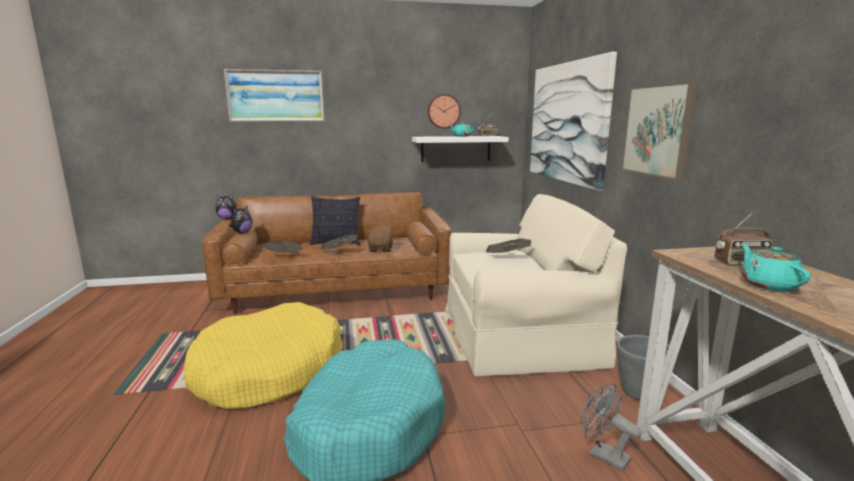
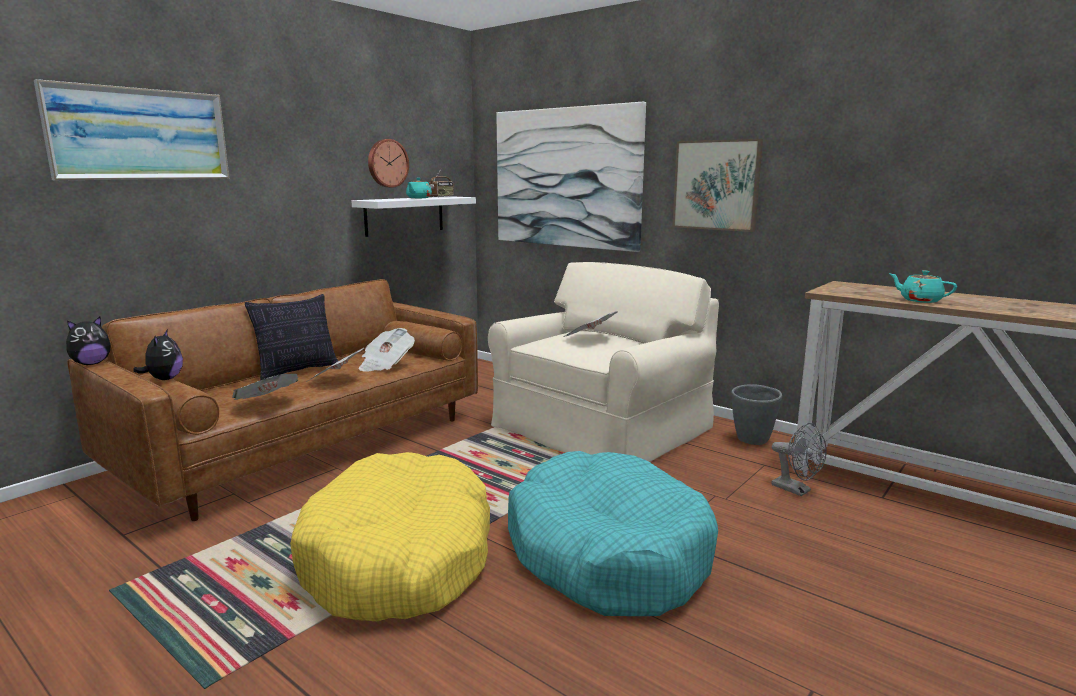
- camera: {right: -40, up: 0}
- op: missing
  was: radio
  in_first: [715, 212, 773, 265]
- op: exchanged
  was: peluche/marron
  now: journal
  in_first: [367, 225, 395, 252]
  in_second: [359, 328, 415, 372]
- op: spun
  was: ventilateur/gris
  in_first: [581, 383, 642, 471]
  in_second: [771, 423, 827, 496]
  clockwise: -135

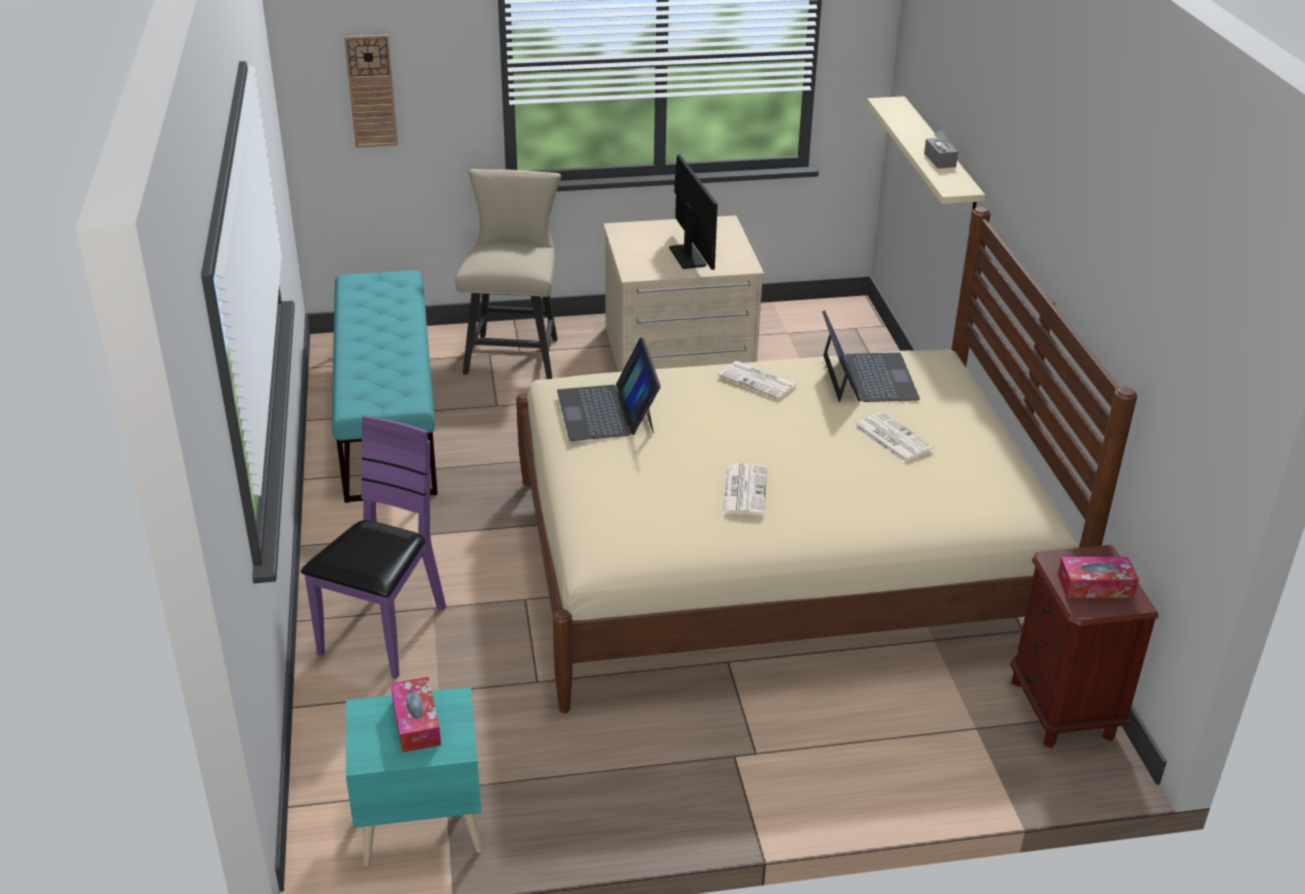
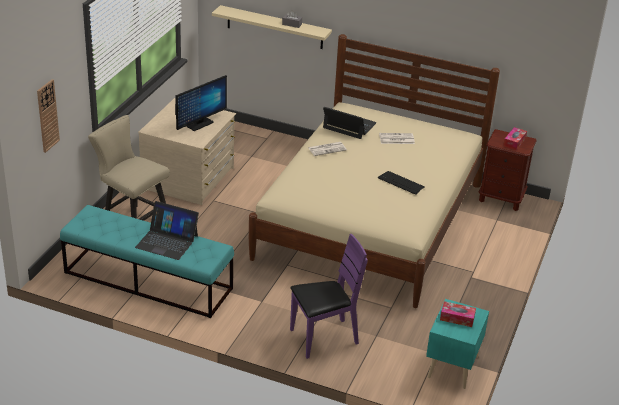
- camera: {right: -60, up: 0}
- op: relocated
  was: ordinateur portable
  in_first: [557, 337, 661, 441]
  in_second: [135, 201, 199, 260]
- op: exchanged
  was: journal
  now: clavier
  in_first: [722, 463, 767, 516]
  in_second: [378, 171, 425, 194]
- op: spun
  was: chaise/violet
  in_first: [301, 416, 446, 679]
  in_second: [290, 234, 368, 359]
  clockwise: 105
- op: spun
  was: écran d'ordinateur
  in_first: [669, 154, 718, 270]
  in_second: [175, 75, 227, 131]
  clockwise: 120

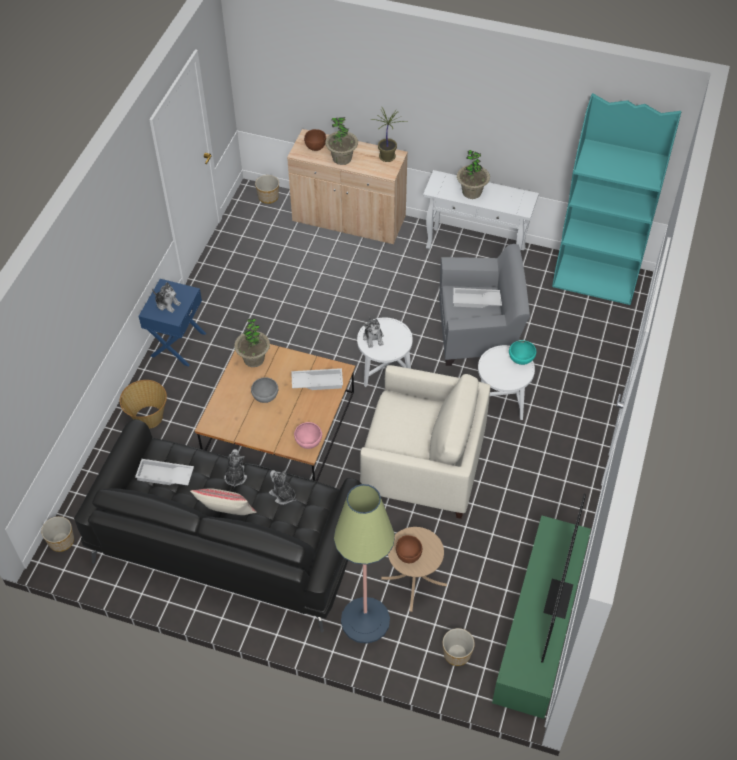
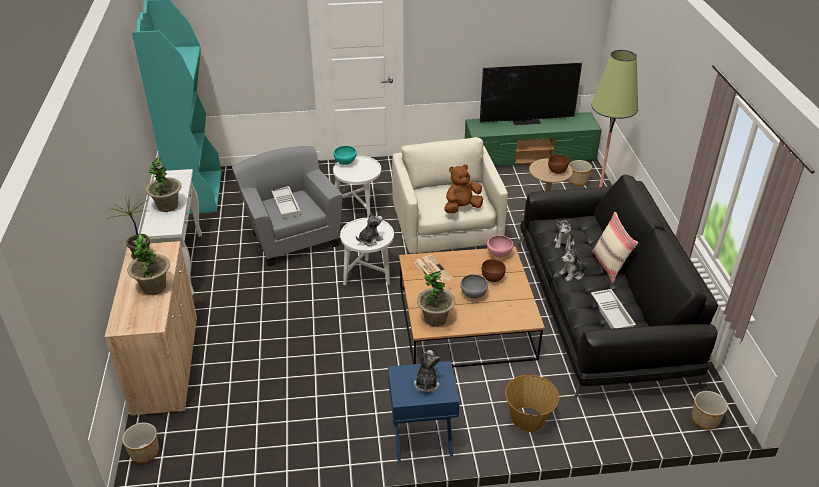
- camera: {right: -115, up: -15}
- op: appeared
  now: peluche/marron
  in_second: [445, 164, 483, 213]
- op: relocated
  was: bol/marron
  in_first: [304, 129, 326, 151]
  in_second: [482, 259, 506, 282]
- op: exchanged
  was: plateau/blanc
  now: journal
  in_first: [291, 368, 343, 390]
  in_second: [414, 255, 453, 283]

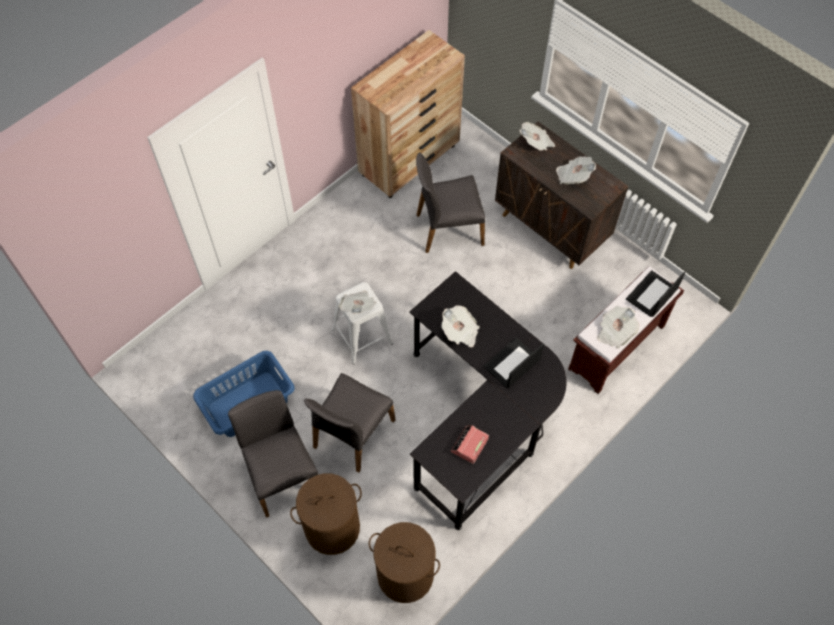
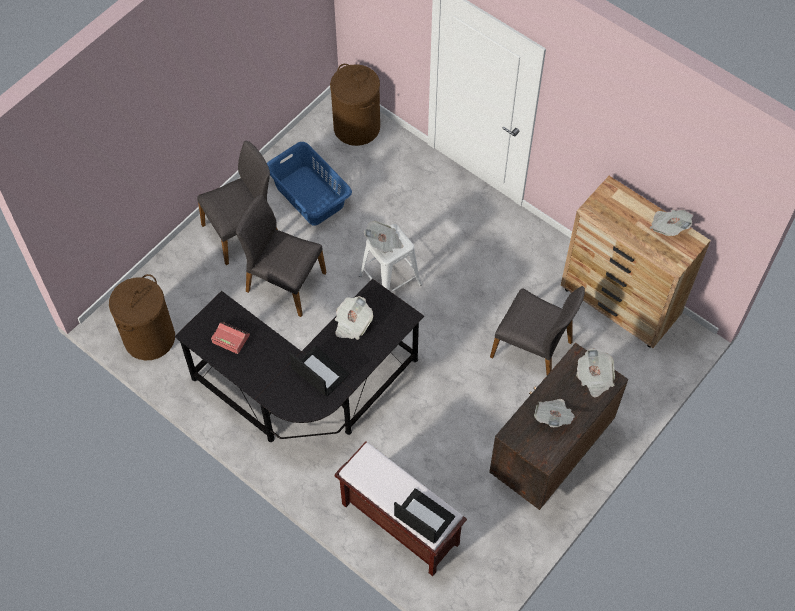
- camera: {right: 85, up: 0}
- op: relocated
  was: panier à linge/marron
  in_first: [290, 474, 362, 555]
  in_second: [330, 64, 380, 146]
- op: relocated
  was: journal
  in_first: [597, 306, 639, 349]
  in_second: [650, 210, 693, 236]
- op: spun
  was: chaise/gris
  in_first: [416, 152, 485, 253]
  in_second: [490, 286, 585, 375]
  clockwise: 135

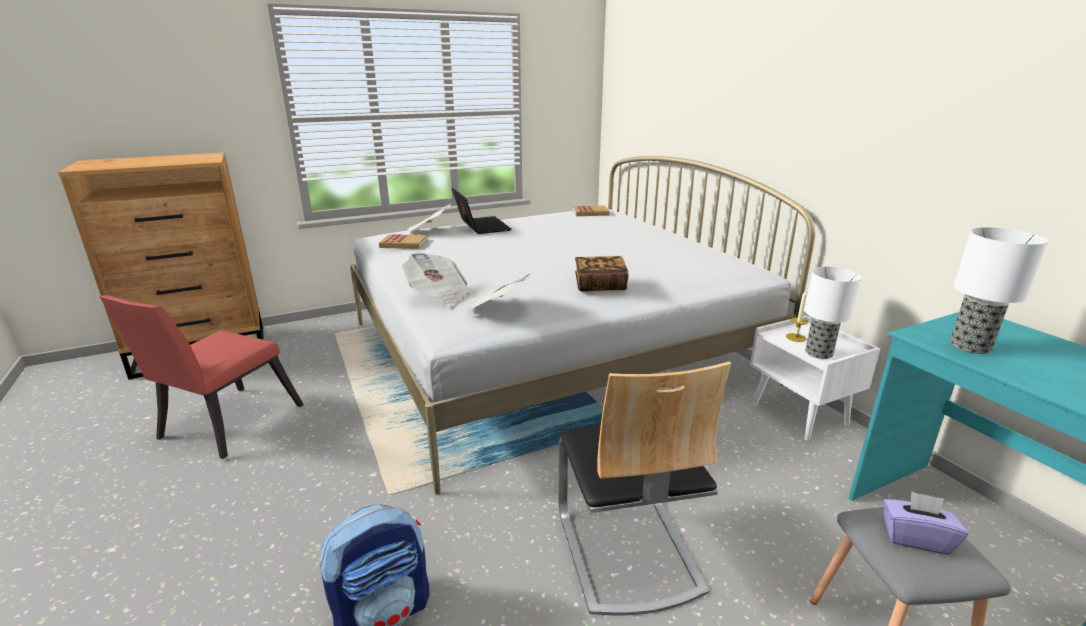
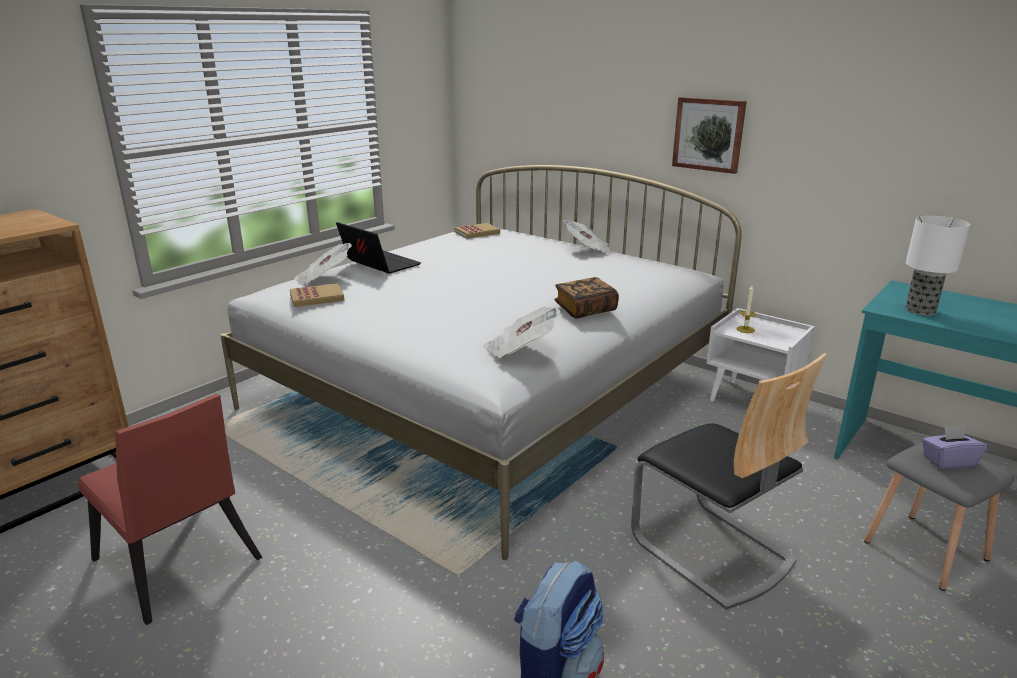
- camera: {right: -25, up: 0}
- op: missing
  was: lampe de table
  in_first: [804, 267, 862, 359]
- op: appeared
  now: tableau
  in_second: [672, 97, 747, 174]
- op: relocated
  was: journal
  in_first: [402, 252, 471, 306]
  in_second: [563, 220, 612, 254]
- op: spun
  was: chaise/rouge
  in_first: [100, 295, 304, 459]
  in_second: [78, 394, 262, 625]
  clockwise: -45

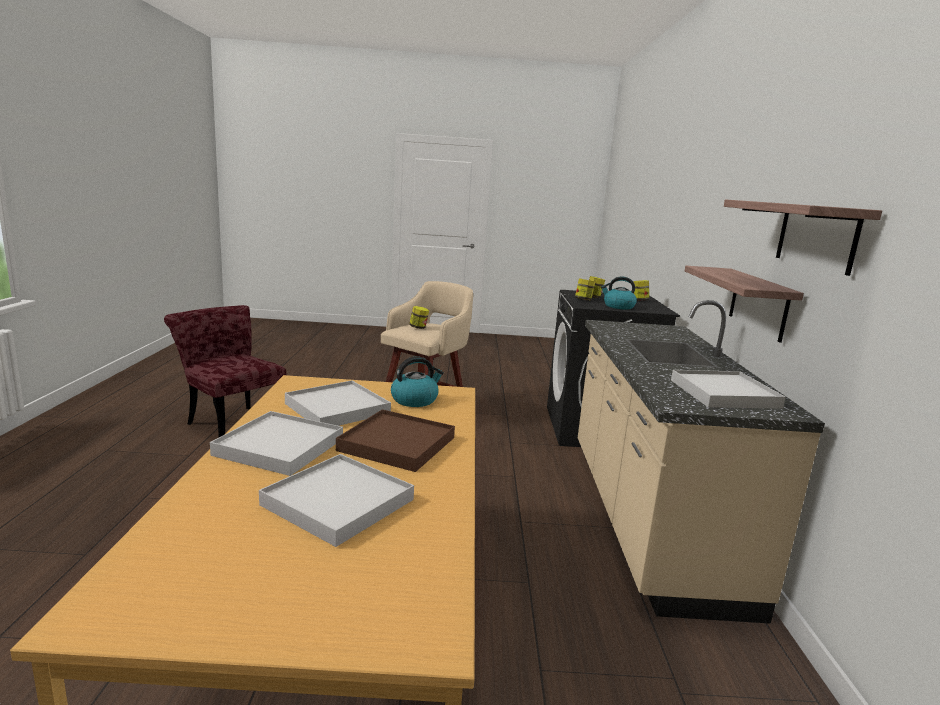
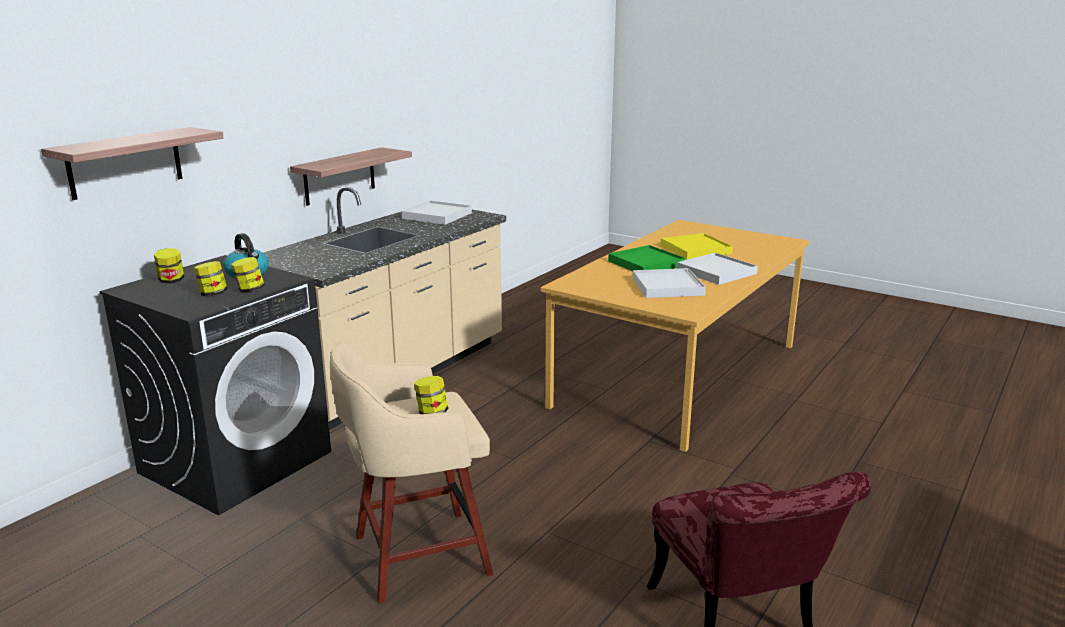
- camera: {right: -145, up: 5}
- op: missing
  was: bouilloire
  in_first: [391, 357, 444, 407]
- op: relocated
  was: étagère
  in_first: [724, 199, 882, 276]
  in_second: [41, 127, 224, 200]
- op: colour
  was: plateau/blanc
  now: plateau/jaune
  in_first: [259, 454, 414, 547]
  in_second: [660, 233, 733, 260]
- op: colour
  was: plateau/marron
  now: plateau/vert
  in_first: [336, 409, 455, 472]
  in_second: [608, 245, 685, 271]

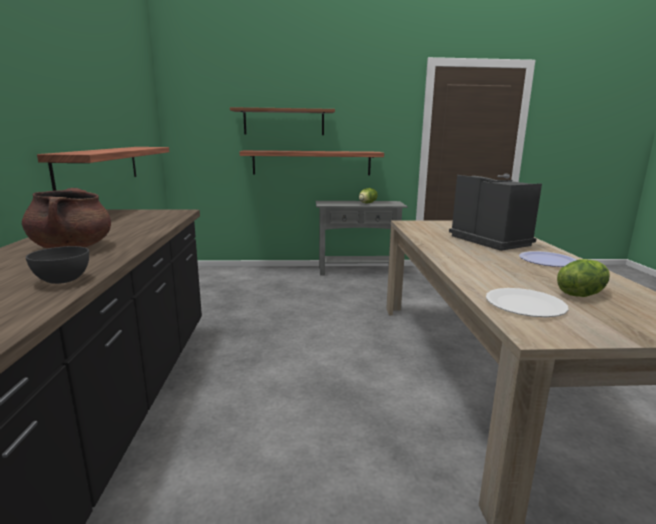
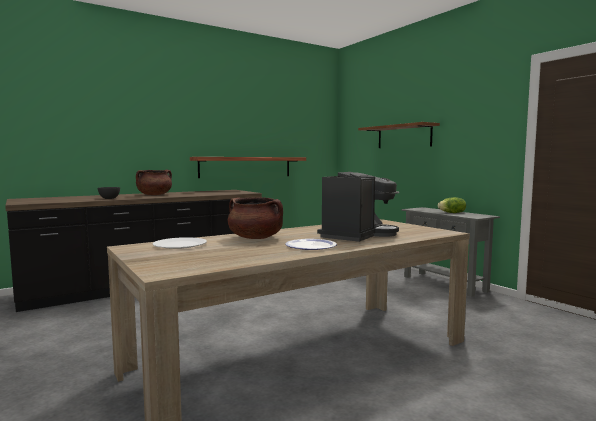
- camera: {right: 60, up: -10}
- op: missing
  was: étagère
  in_first: [240, 150, 384, 175]
- op: missing
  was: laitue
  in_first: [557, 259, 610, 297]
- op: appeared
  now: marmite/marron
  in_second: [228, 197, 283, 239]

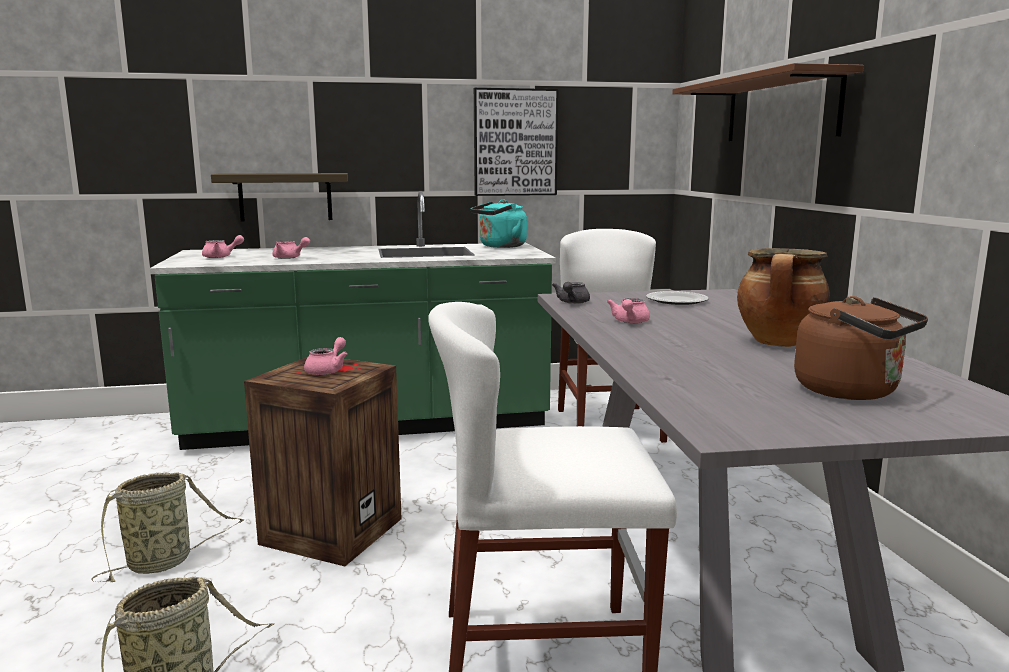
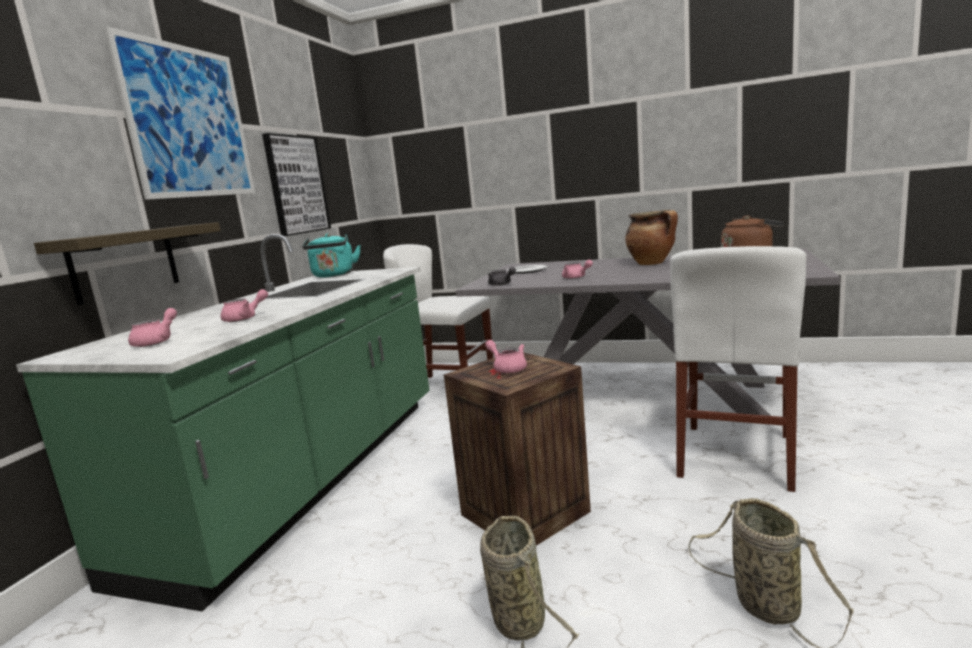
- camera: {right: -60, up: 0}
- op: missing
  was: étagère/marron
  in_first: [672, 63, 864, 141]
- op: appeared
  now: tableau
  in_second: [104, 26, 255, 200]

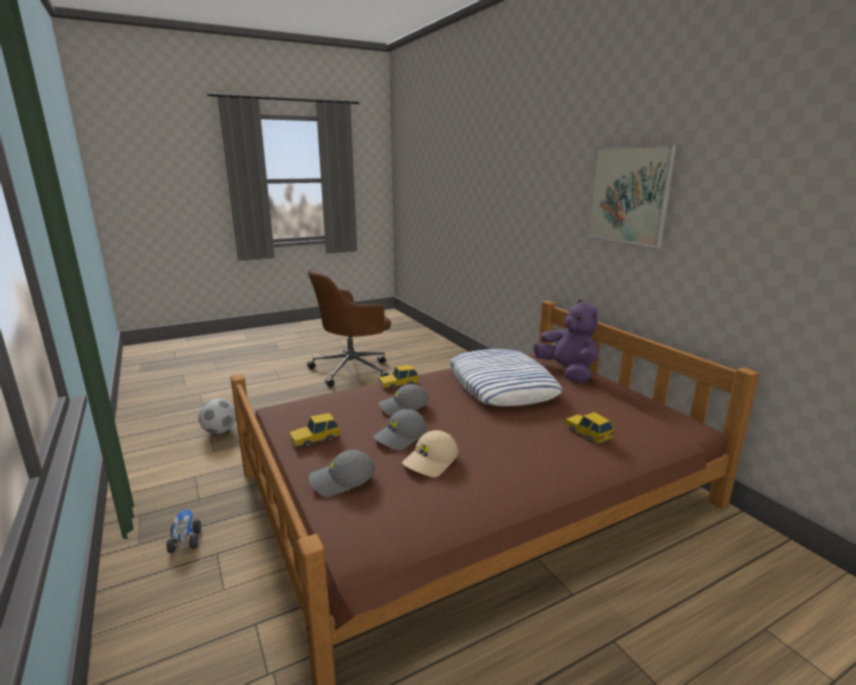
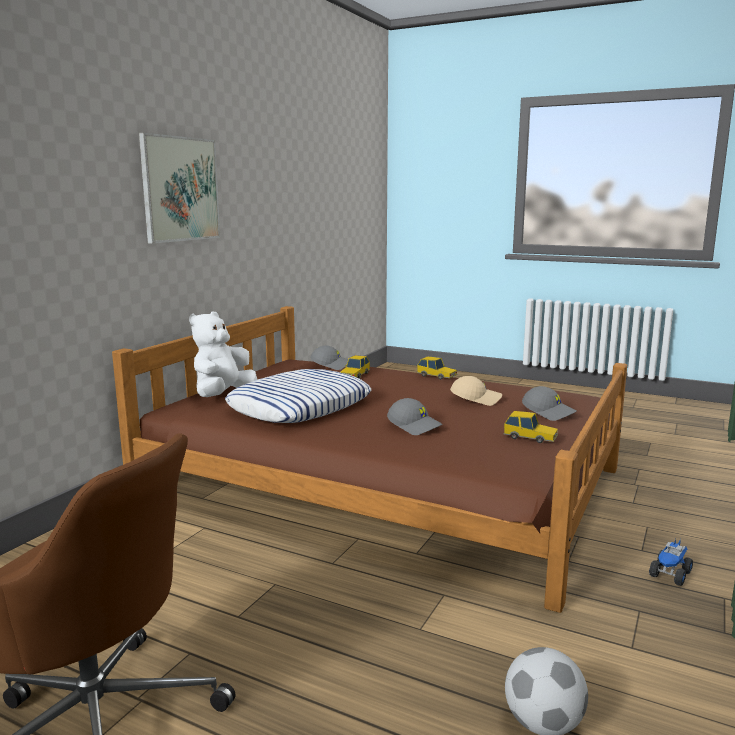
- camera: {right: -125, up: -5}
- op: relocated
  was: casquette/gris
  in_first: [373, 409, 427, 450]
  in_second: [310, 346, 348, 370]
- op: relocated
  was: petite voiture
  in_first: [379, 365, 419, 389]
  in_second: [417, 357, 458, 379]
- op: colour
  was: peluche/violet
  now: peluche/blanc
  in_first: [533, 299, 599, 383]
  in_second: [189, 312, 258, 397]

